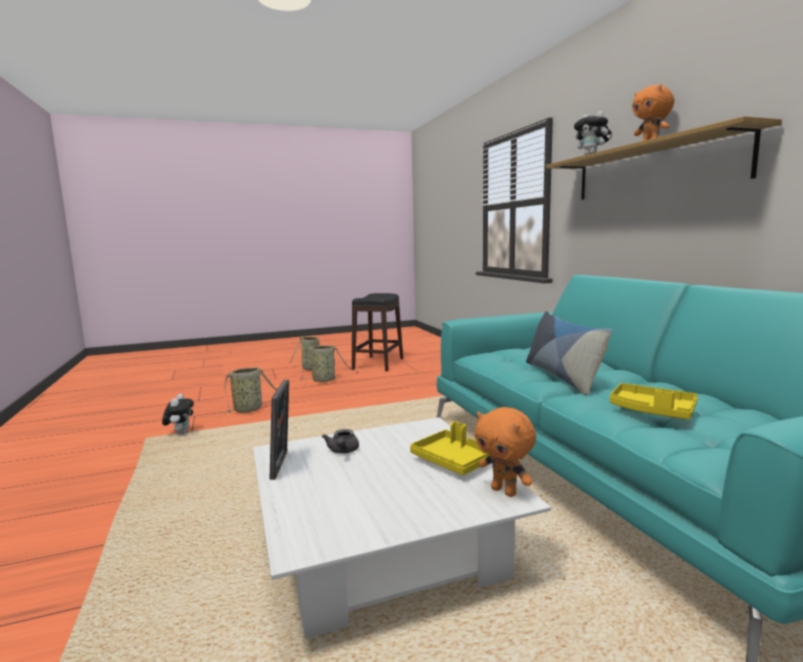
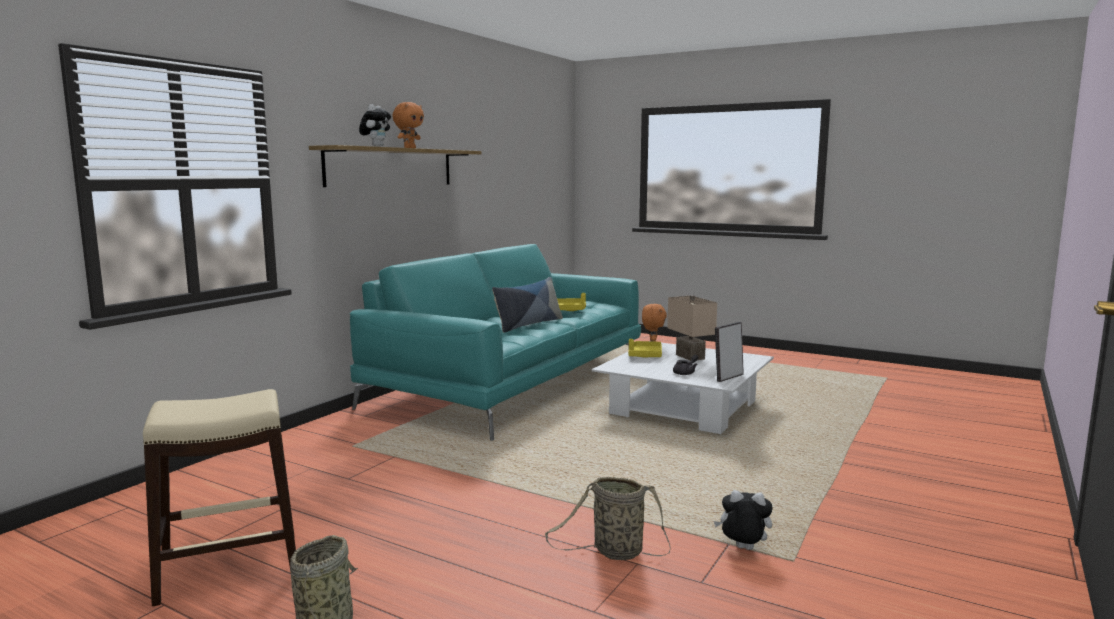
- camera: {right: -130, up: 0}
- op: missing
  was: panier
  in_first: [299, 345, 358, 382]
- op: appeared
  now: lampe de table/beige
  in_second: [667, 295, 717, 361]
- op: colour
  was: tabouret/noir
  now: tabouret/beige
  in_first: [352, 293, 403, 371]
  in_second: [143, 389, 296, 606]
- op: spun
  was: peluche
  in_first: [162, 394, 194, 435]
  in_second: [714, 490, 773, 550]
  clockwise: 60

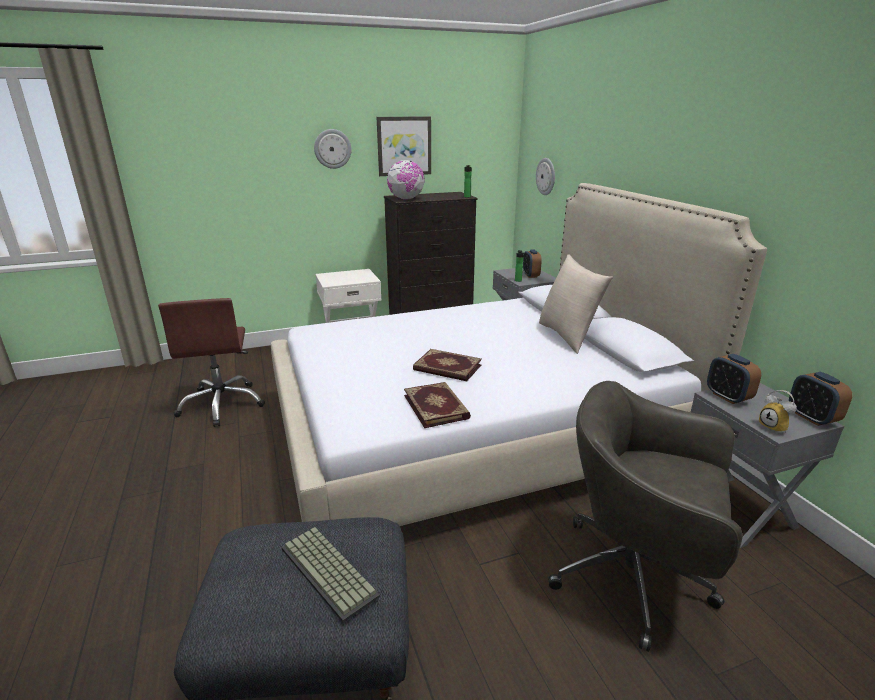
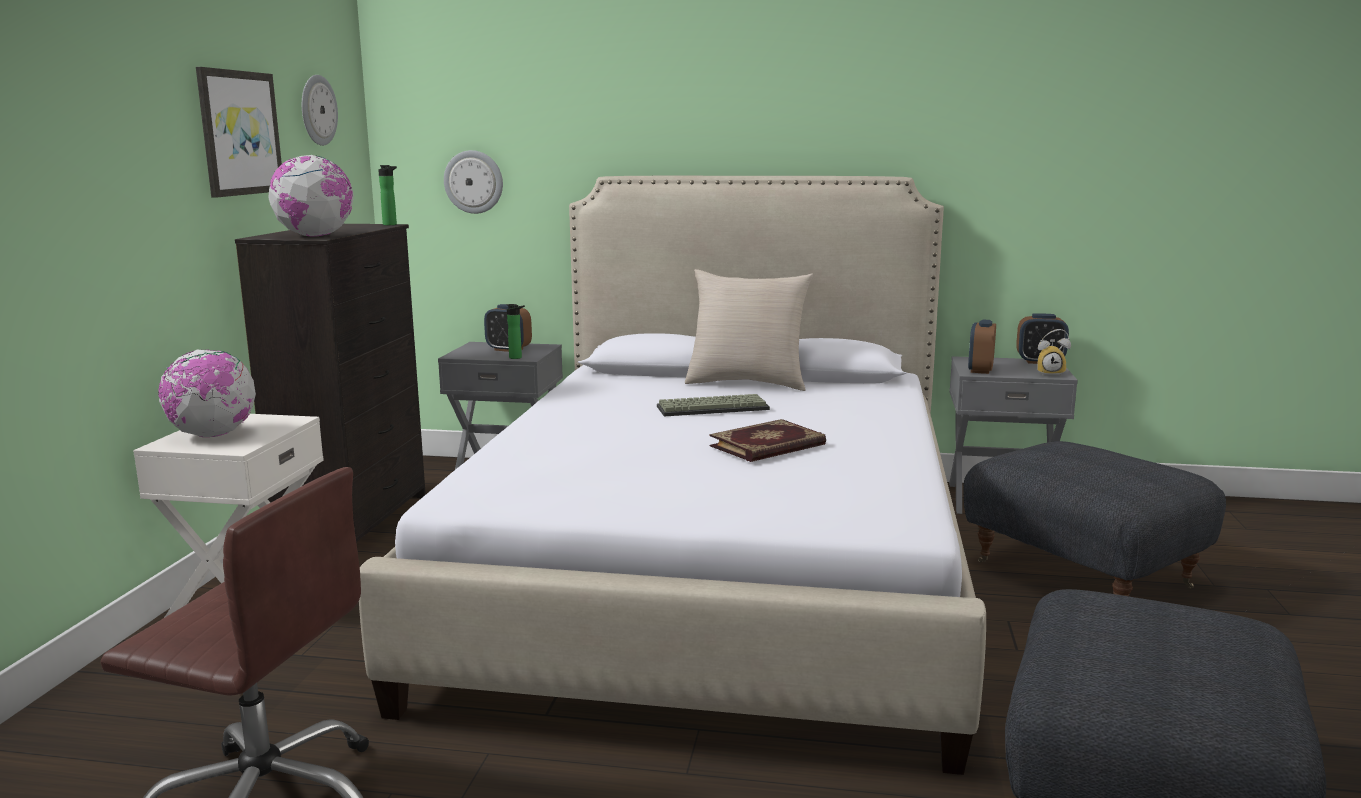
- camera: {right: -60, up: -10}
- op: missing
  was: livre
  in_first: [404, 382, 471, 428]
- op: appeared
  now: globe
  in_second: [158, 349, 256, 437]
- op: relocated
  was: clavier
  in_first: [281, 527, 380, 623]
  in_second: [657, 394, 770, 417]
- op: relocated
  was: horloge murale
  in_first: [314, 129, 352, 169]
  in_second: [302, 75, 338, 146]
- op: exchanged
  was: chaise de bureau/gris
  now: pouf/gris
  in_first: [548, 381, 743, 652]
  in_second: [963, 441, 1226, 596]
- op: spun
  was: réveil
  in_first: [707, 354, 761, 404]
  in_second: [968, 319, 996, 374]
  clockwise: 105

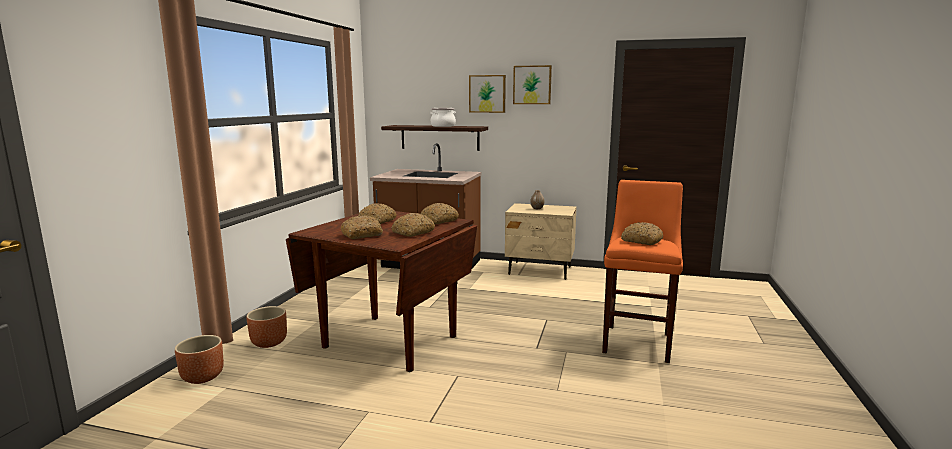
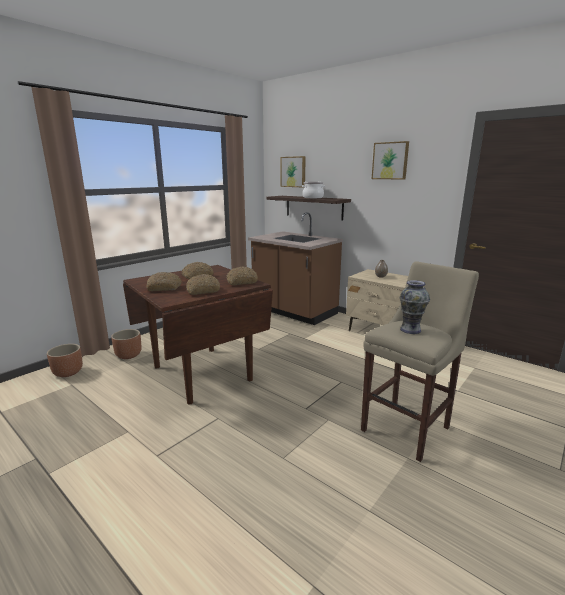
- camera: {right: 25, up: 5}
- op: relocated
  was: tableau
  in_first: [469, 75, 506, 113]
  in_second: [281, 156, 306, 187]
- op: exchanged
  was: pain
  now: vase
  in_first: [621, 222, 663, 245]
  in_second: [400, 280, 430, 334]
- op: colour
  was: tabouret/orange
  now: tabouret/beige
  in_first: [602, 180, 683, 363]
  in_second: [361, 261, 479, 462]

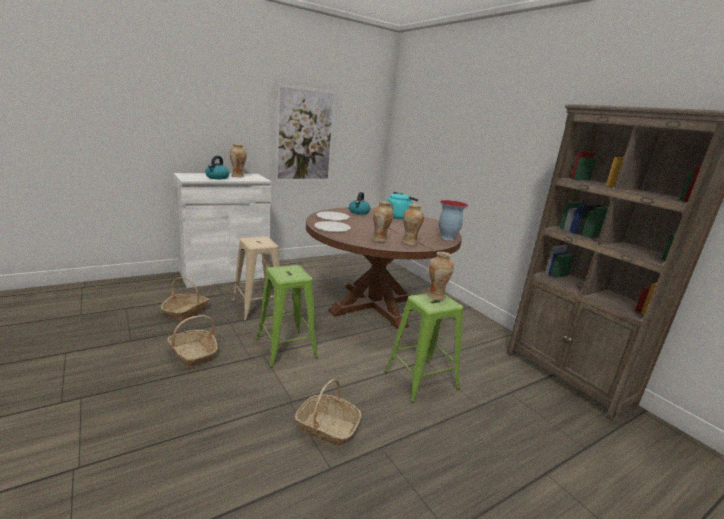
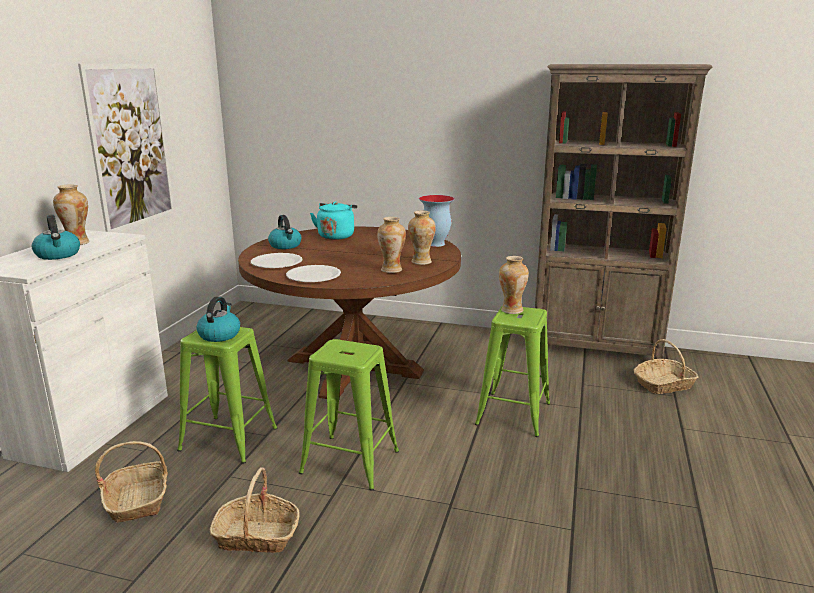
- camera: {right: -40, up: 0}
- op: appeared
  now: bouilloire
  in_second: [196, 296, 240, 342]
- op: relocated
  was: panier
  in_first: [295, 379, 361, 447]
  in_second: [634, 339, 699, 394]
- op: colour
  was: tabouret/beige
  now: tabouret/vert
  in_first: [232, 236, 285, 321]
  in_second: [177, 327, 277, 464]

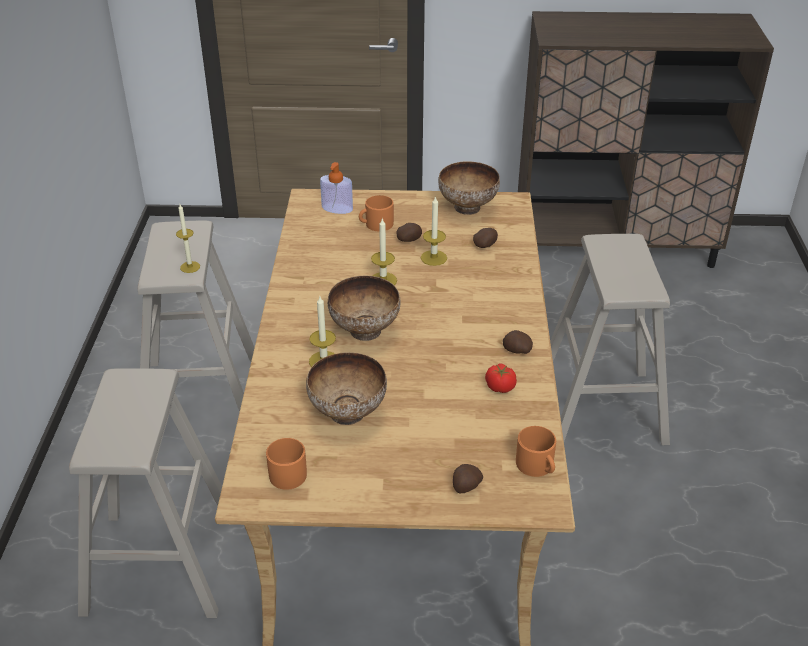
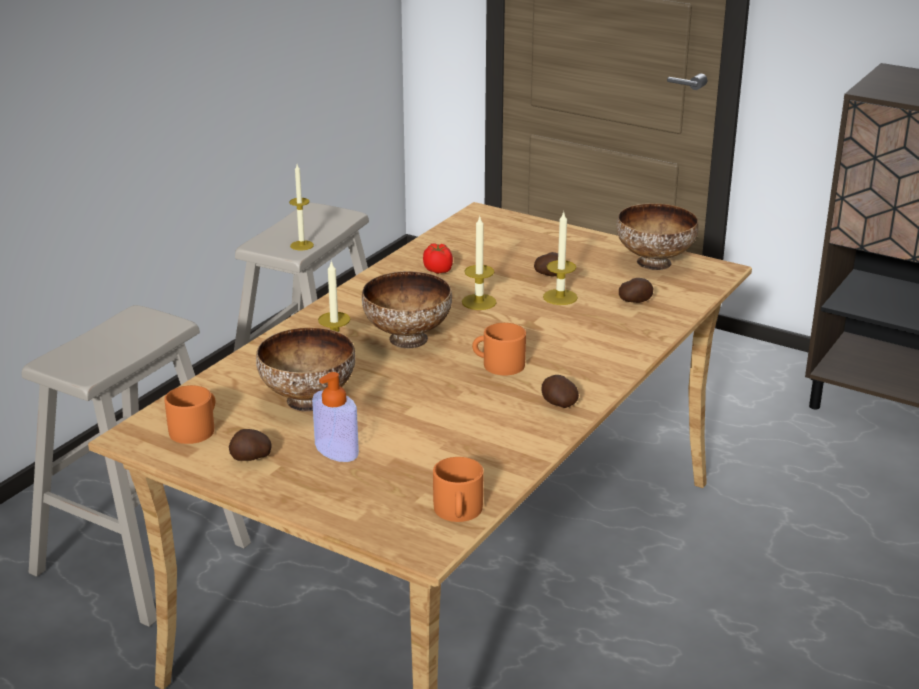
- camera: {right: 30, up: -10}
- op: missing
  was: tabouret/beige
  in_first: [550, 234, 670, 445]
- op: relocated
  was: distributeur de savon
  in_first: [320, 162, 353, 214]
  in_second: [312, 372, 359, 462]
- op: relocated
  was: mug/orange
  in_first: [359, 195, 394, 232]
  in_second: [472, 323, 526, 375]
- op: relocated
  was: pomme de terre
  in_first: [453, 464, 483, 494]
  in_second: [229, 429, 271, 461]
- op: relocated
  was: tomate
  in_first: [485, 363, 517, 393]
  in_second: [423, 243, 453, 274]

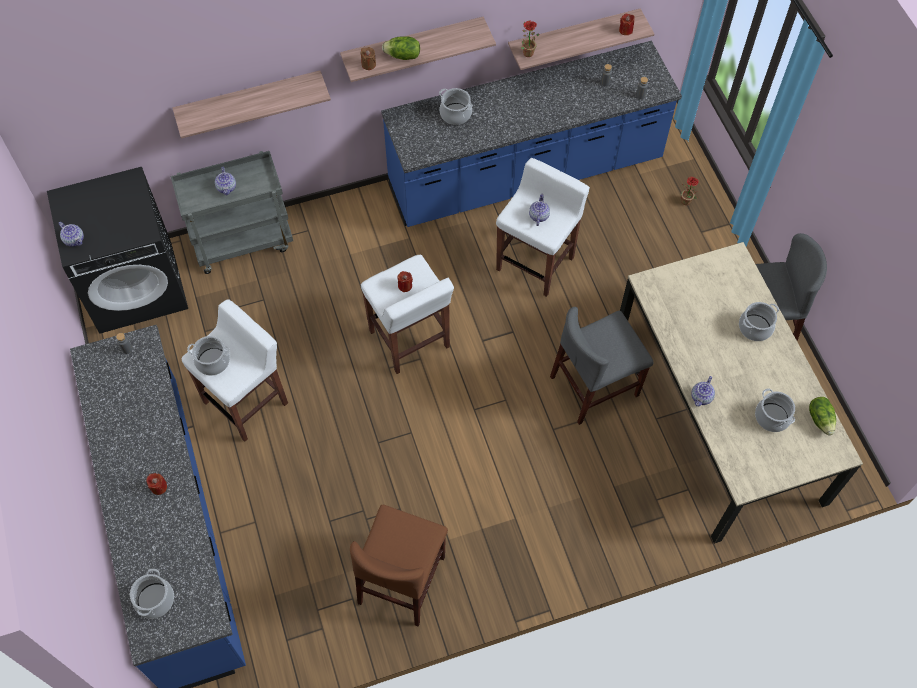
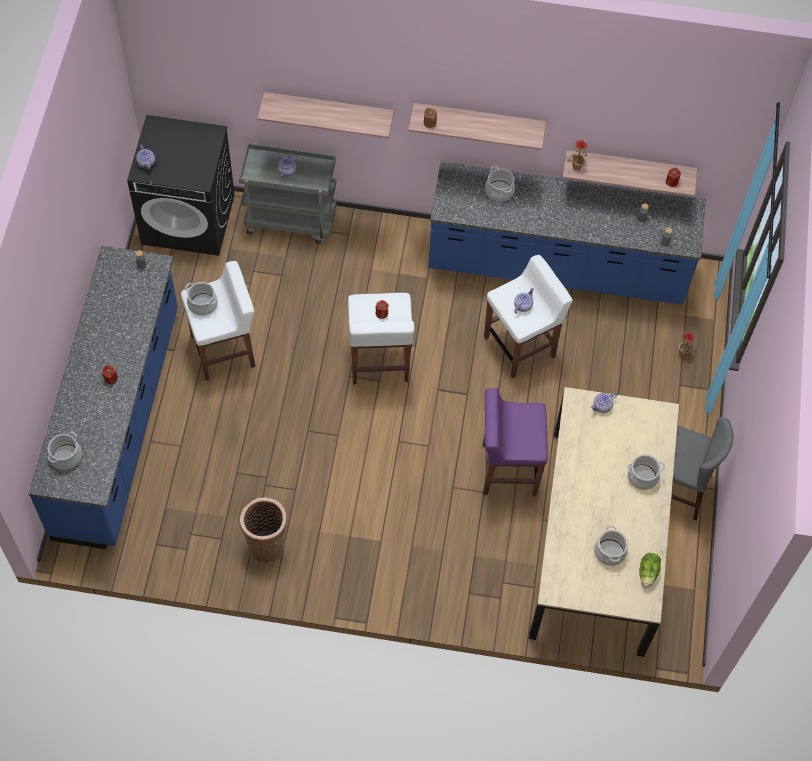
- camera: {right: 25, up: 0}
- op: missing
  was: laitue
  in_first: [382, 37, 420, 60]
- op: relocated
  was: théière
  in_first: [691, 376, 715, 406]
  in_second: [591, 392, 617, 413]
- op: exchanged
  was: chaise/marron
  now: panier
  in_first: [350, 505, 448, 626]
  in_second: [240, 497, 287, 563]
- op: exchanged
  was: chaise/gris
  now: tabouret/violet
  in_first: [550, 307, 653, 425]
  in_second: [483, 388, 548, 496]

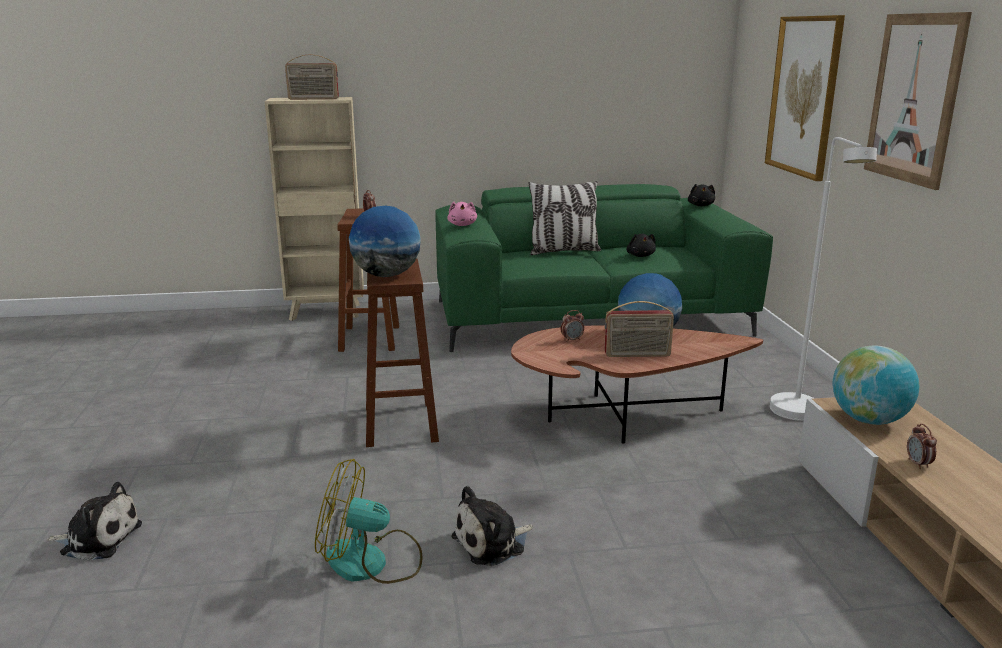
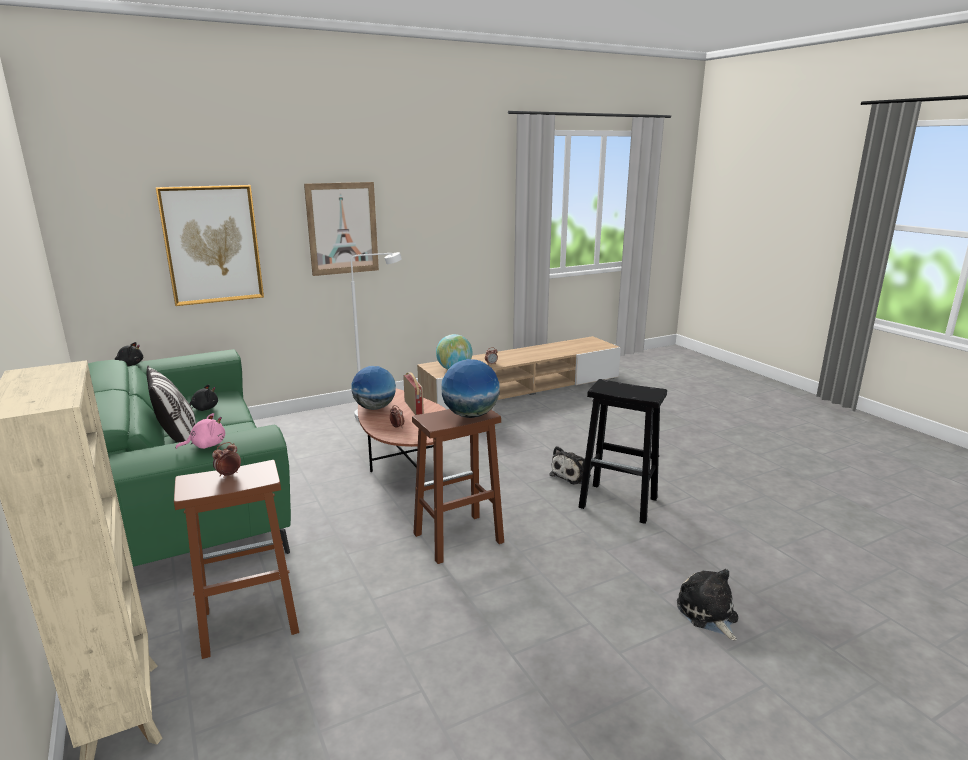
- camera: {right: -110, up: 0}
- op: missing
  was: radio
  in_first: [285, 54, 339, 99]
- op: exchanged
  was: ventilateur
  now: tabouret/noir
  in_first: [315, 459, 422, 584]
  in_second: [579, 379, 667, 524]
- op: spun
  was: peluche
  in_first: [451, 486, 533, 566]
  in_second: [549, 446, 591, 484]
  clockwise: 90

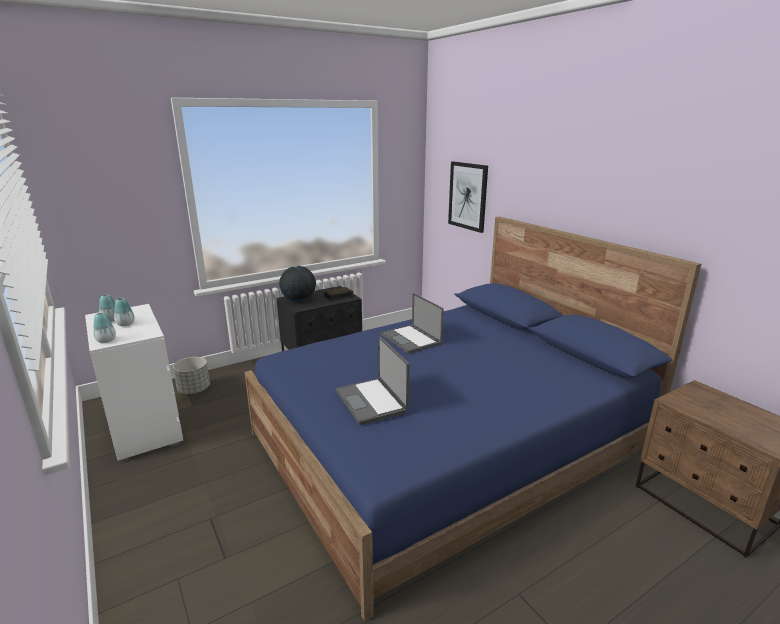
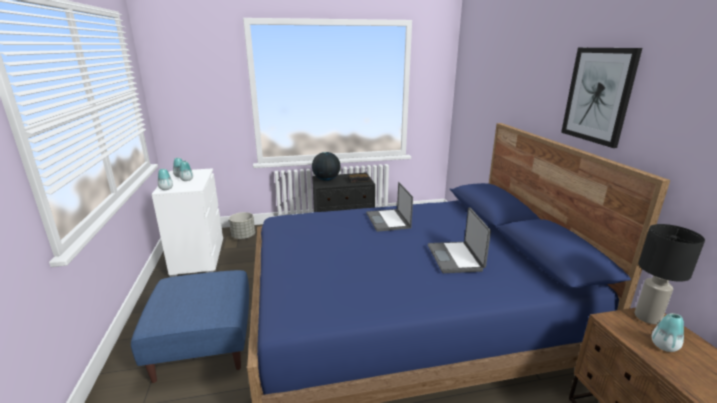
- camera: {right: 20, up: 0}
- op: appeared
  now: pouf/bleu
  in_second: [131, 270, 249, 383]
- op: appeared
  now: lampe de table/noir
  in_second: [635, 224, 705, 324]
- op: appeared
  now: vase
  in_second: [652, 313, 684, 352]
- op: relocated
  was: ordinateur portable
  in_first: [336, 337, 410, 425]
  in_second: [428, 207, 491, 273]
- op: relocated
  was: tableau
  in_first: [448, 161, 488, 233]
  in_second: [561, 48, 642, 148]

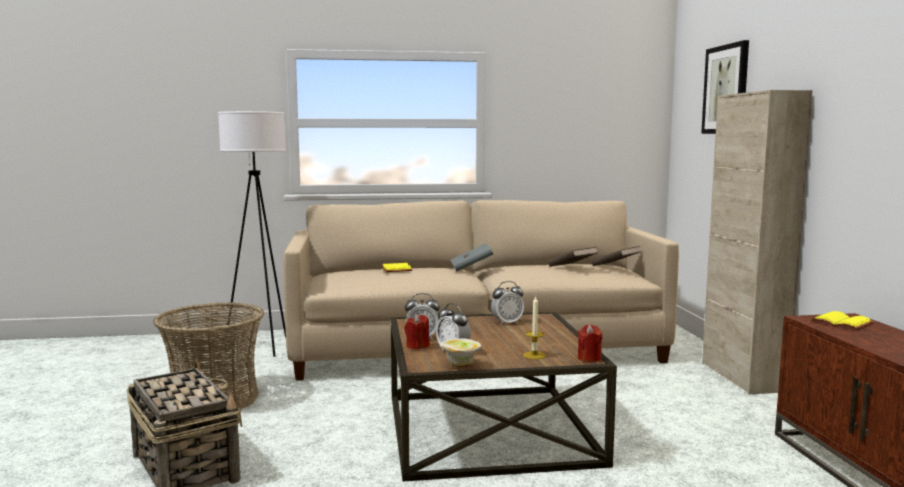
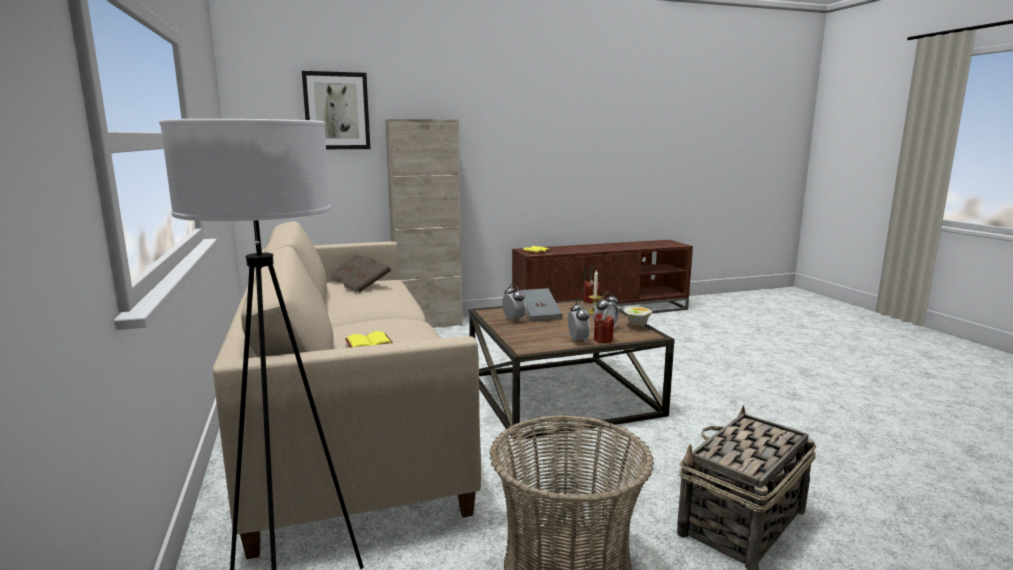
- camera: {right: -100, up: 5}
- op: relocated
  was: livre/gris
  in_first: [450, 244, 493, 272]
  in_second: [519, 288, 562, 322]

